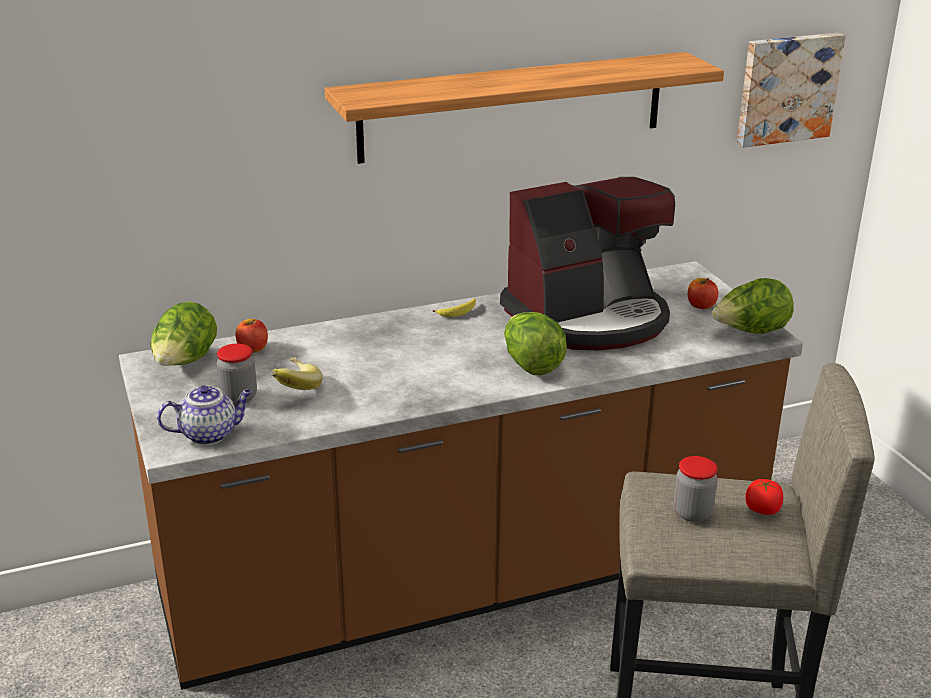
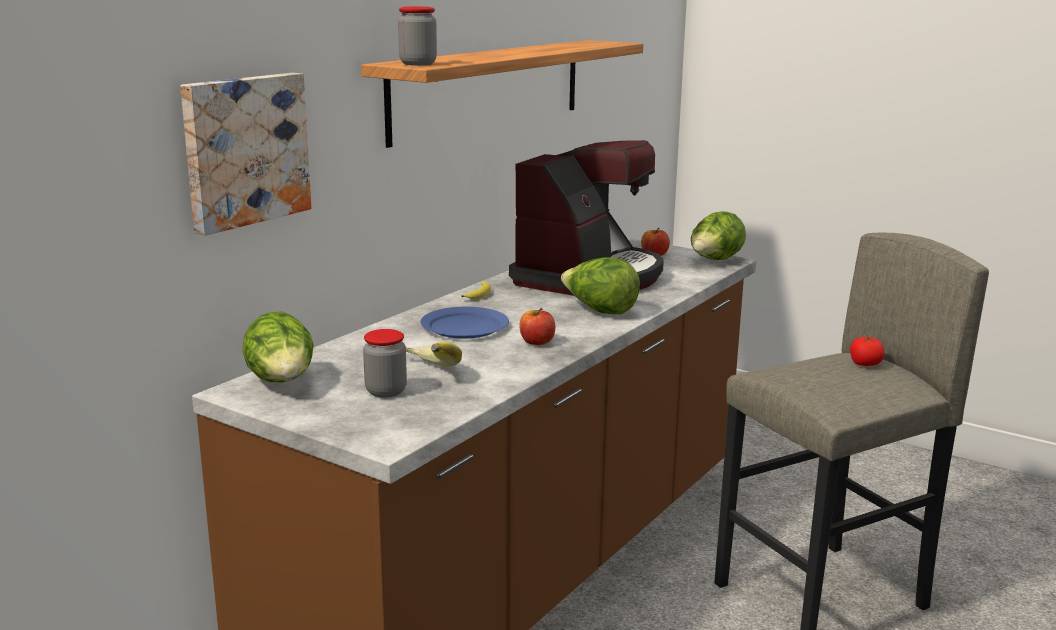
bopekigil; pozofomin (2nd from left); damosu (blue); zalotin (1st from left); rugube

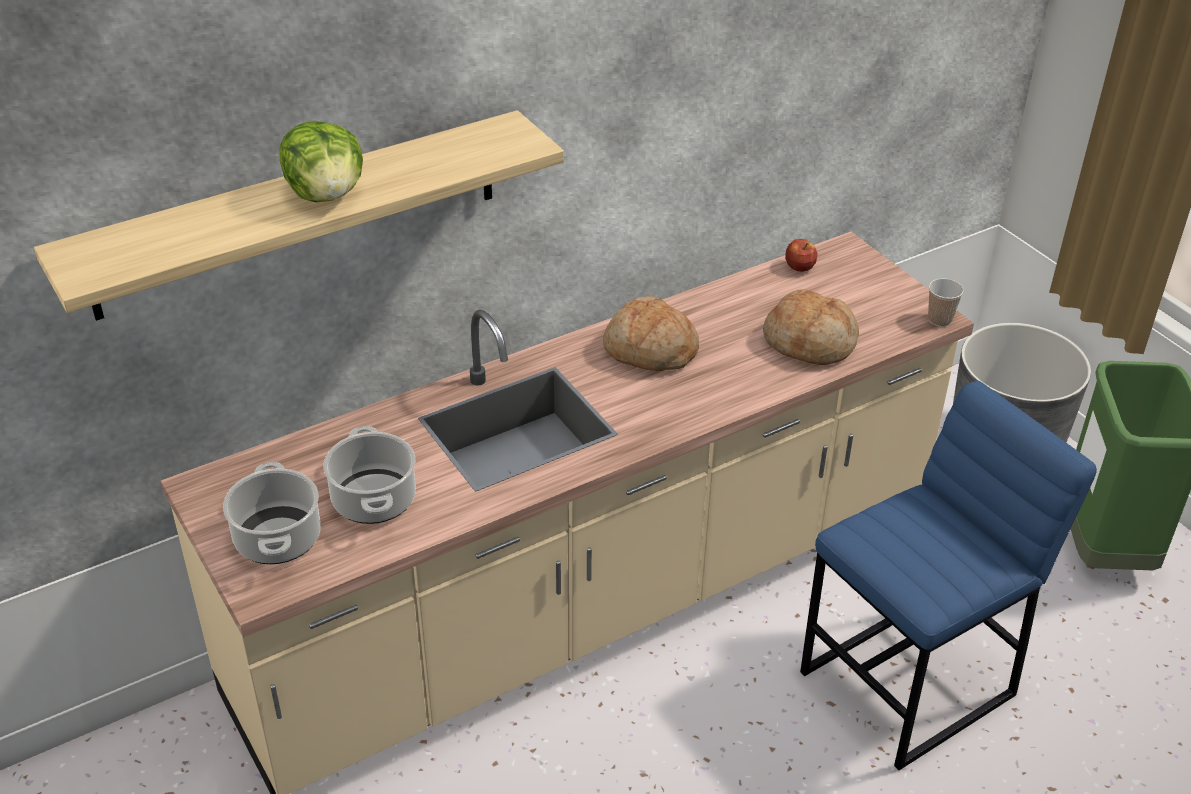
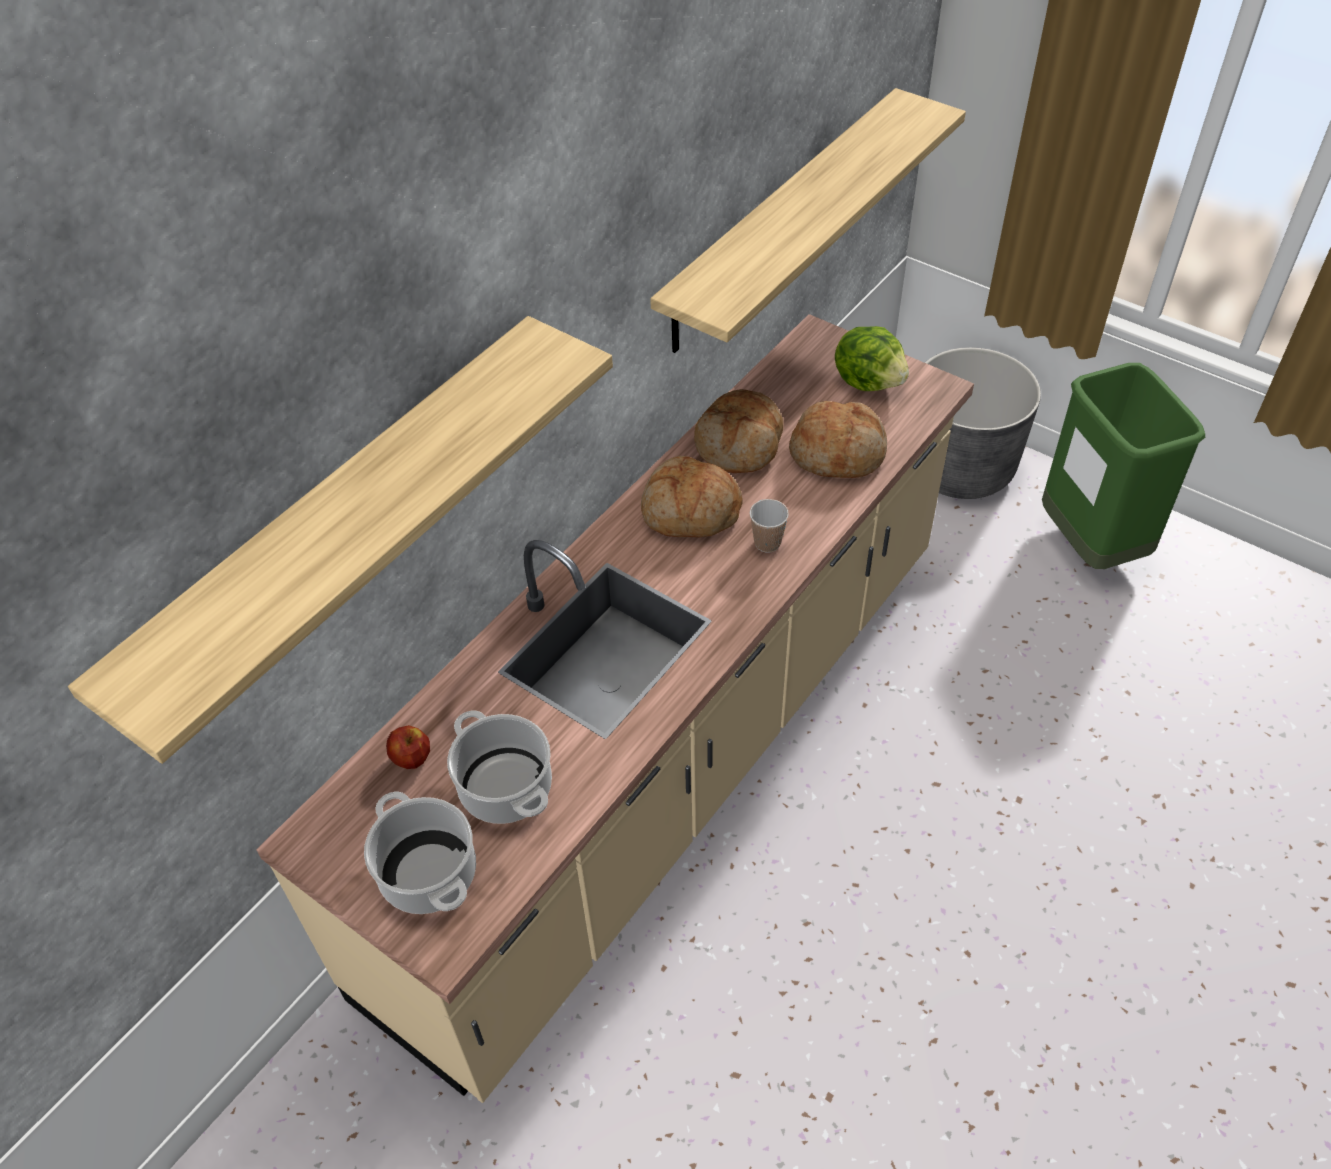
zalotin; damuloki (2nd from left); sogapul (2nd from left); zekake; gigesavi; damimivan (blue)

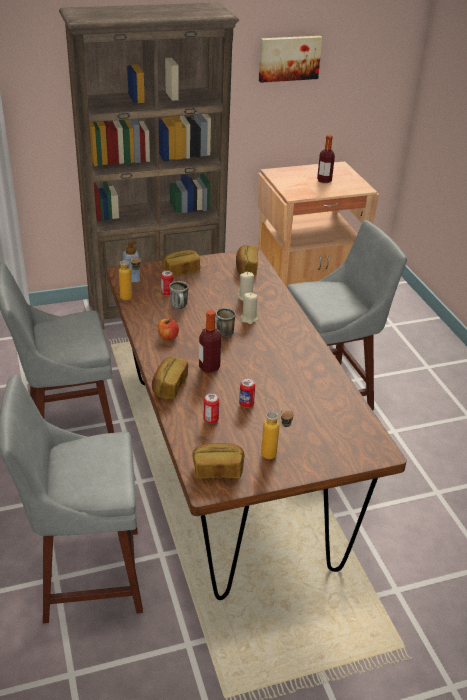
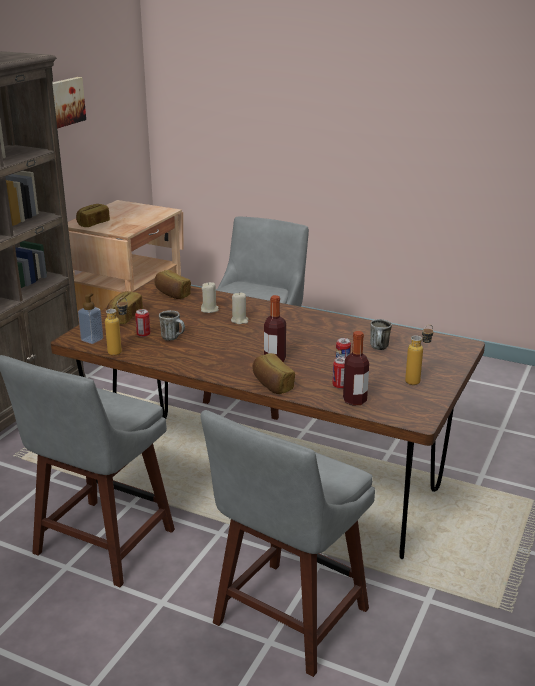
sogapul (1st from left); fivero (3rd from left); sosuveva (2nd from left); zalotin

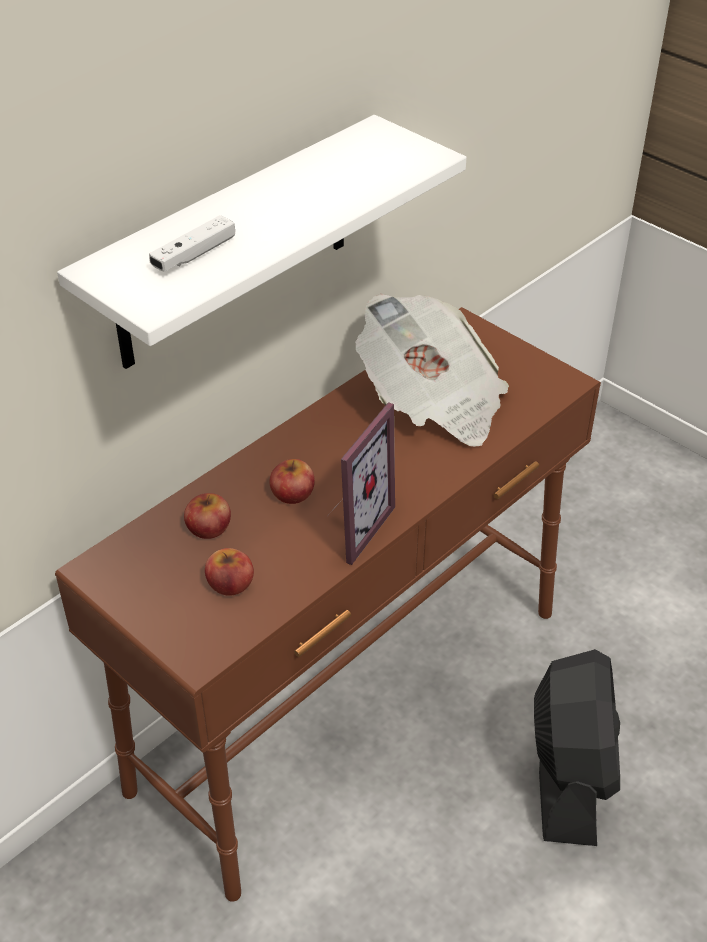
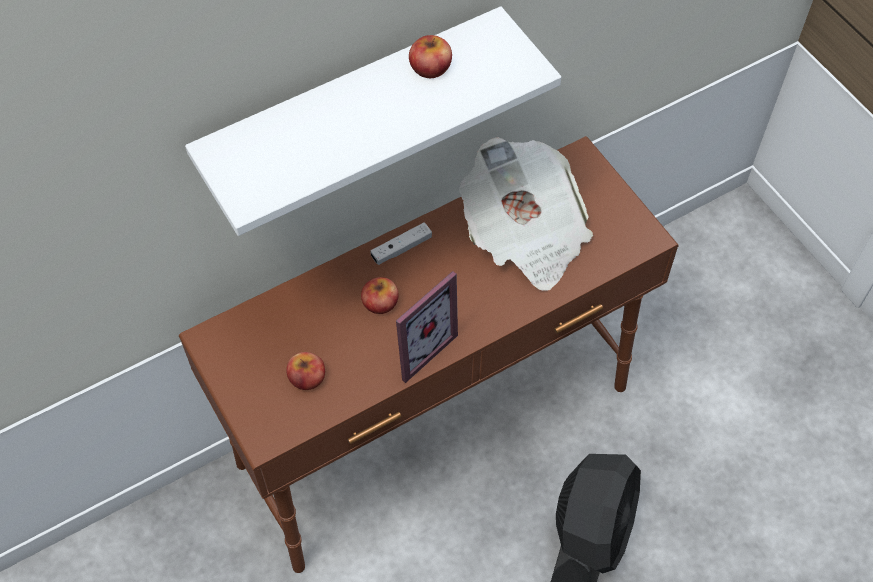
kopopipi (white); zalotin (3rd from left)

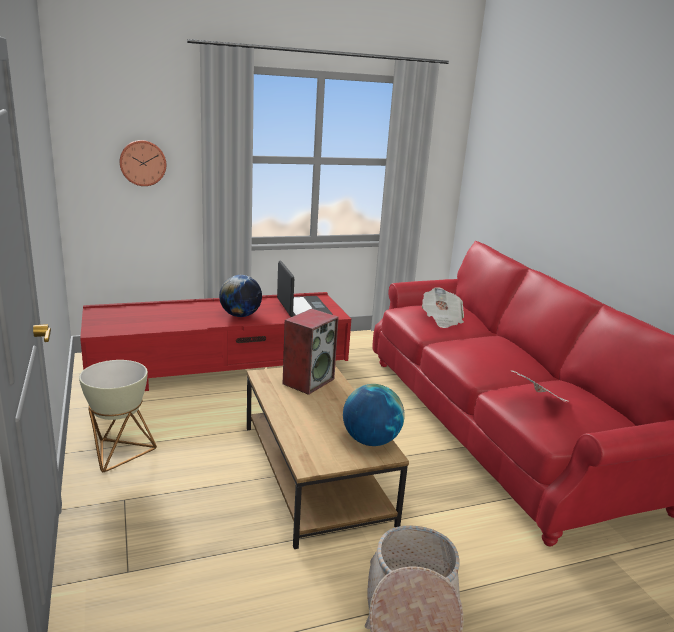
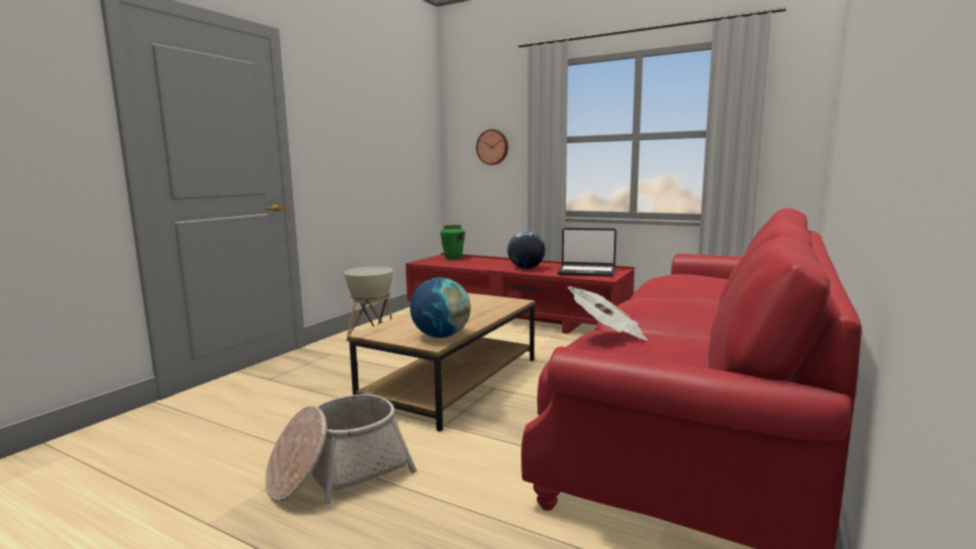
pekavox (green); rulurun; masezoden; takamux (1st from left in the first image)

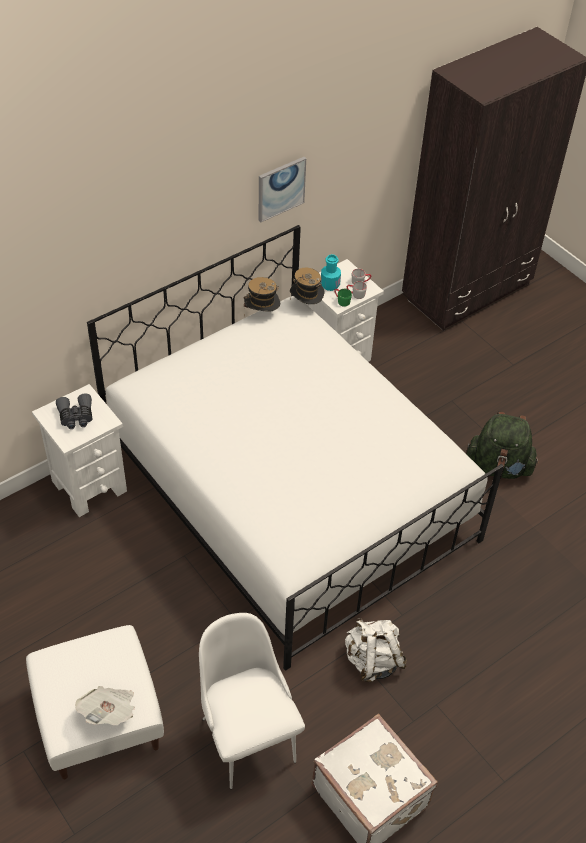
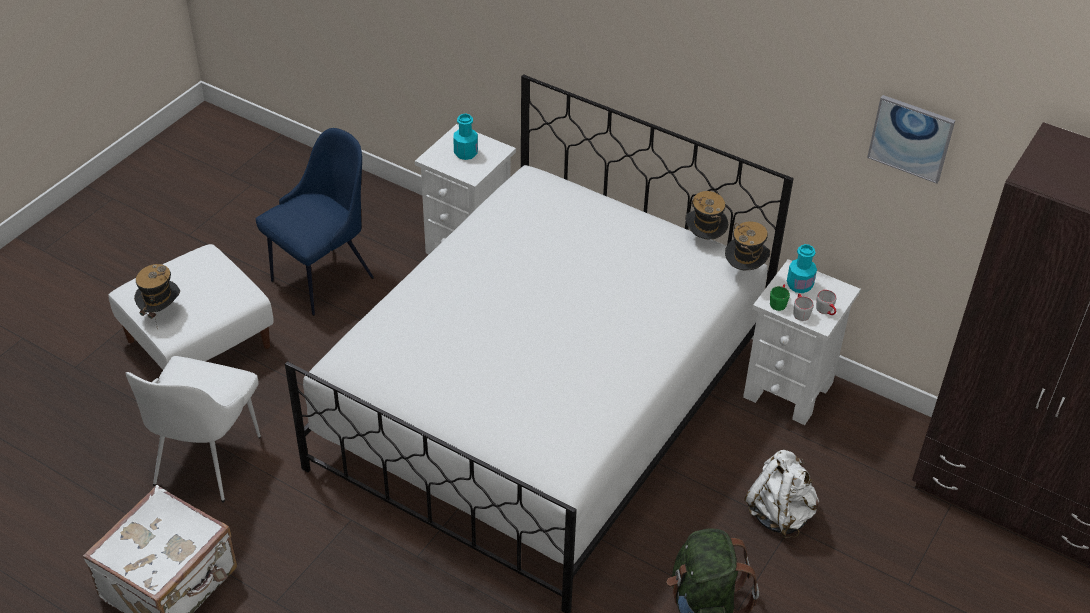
damimivan (white); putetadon (1st from left); damimivan (blue); fivero (turquoise) (1st from left); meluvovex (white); bopekigil

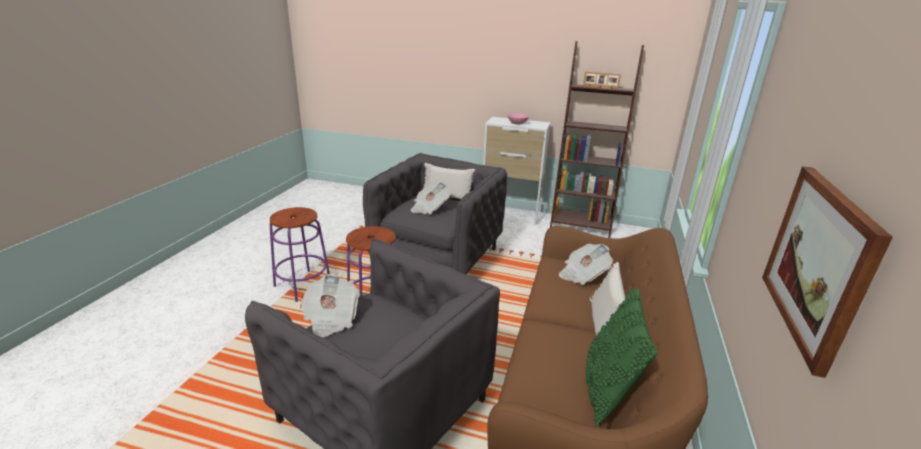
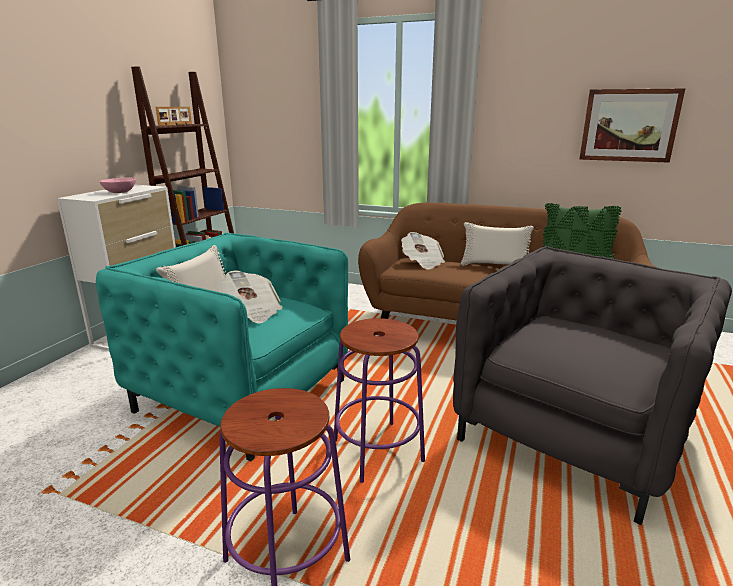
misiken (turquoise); takamux (1st from left in the first image)

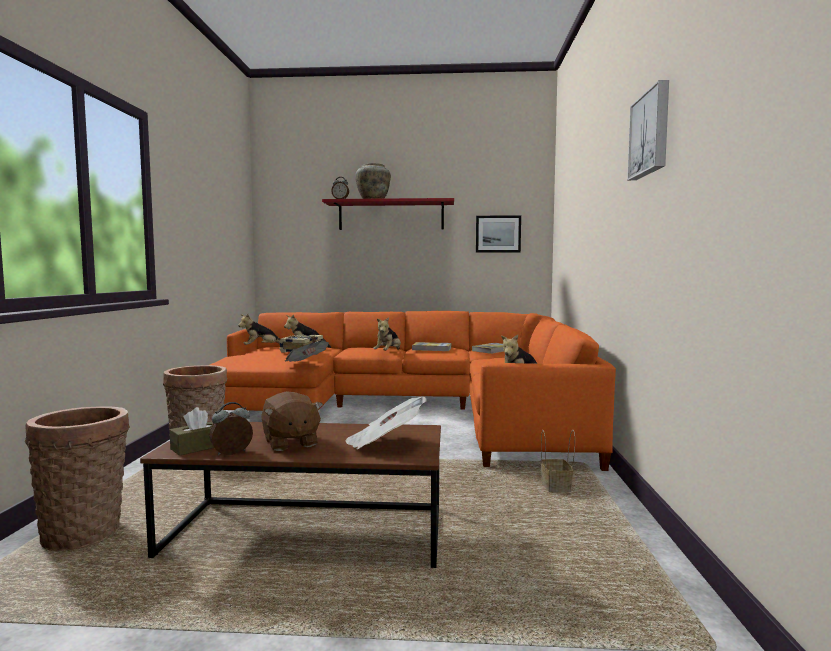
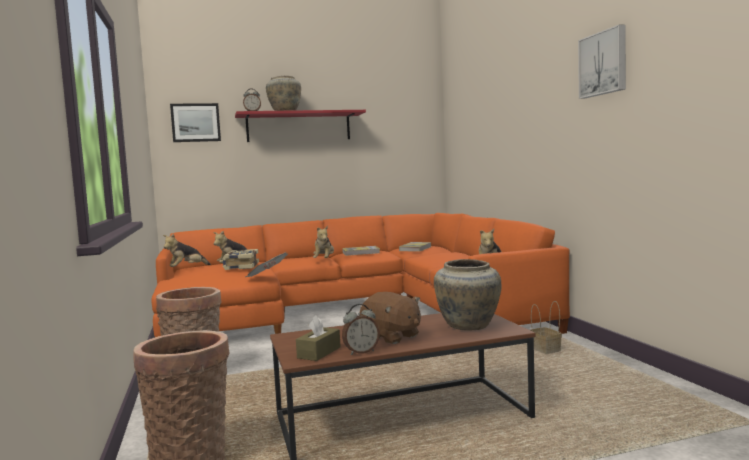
bopekigil (1st from left); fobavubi (2nd from left); pekavox (beige) (2nd from left)

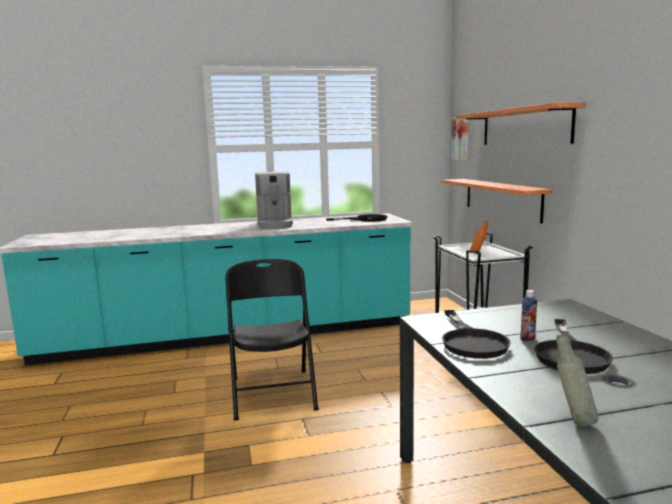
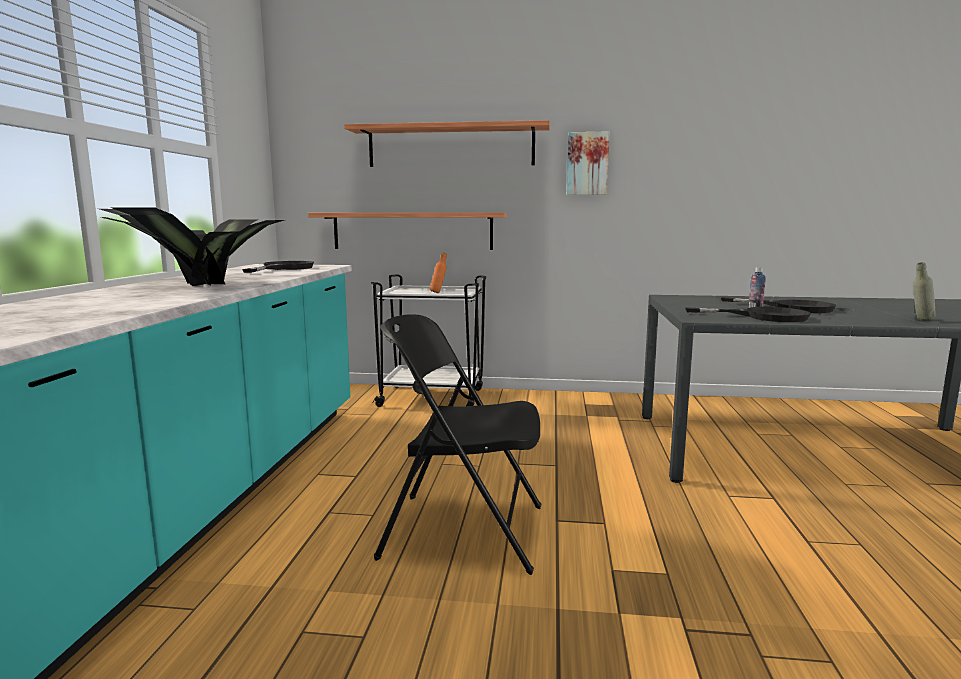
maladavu; bopekigil

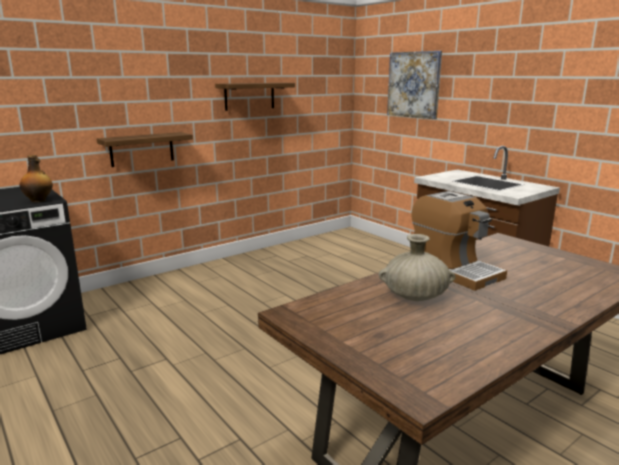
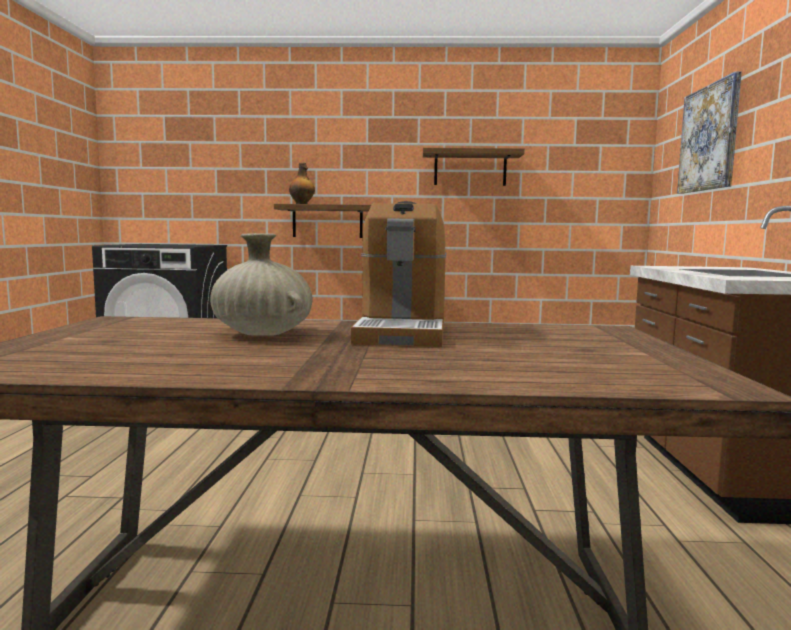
fivero

